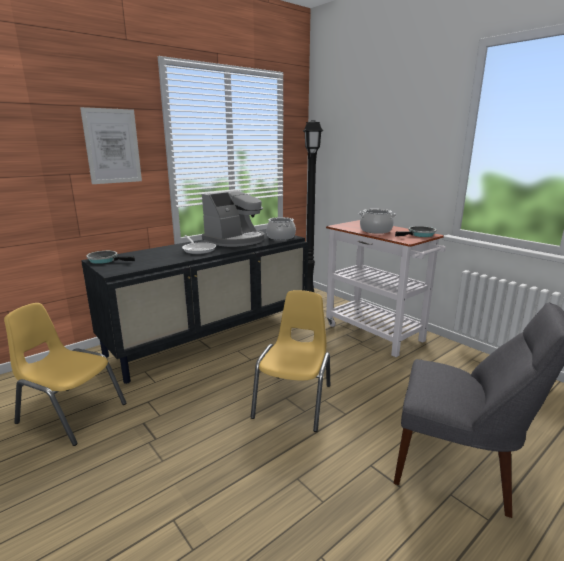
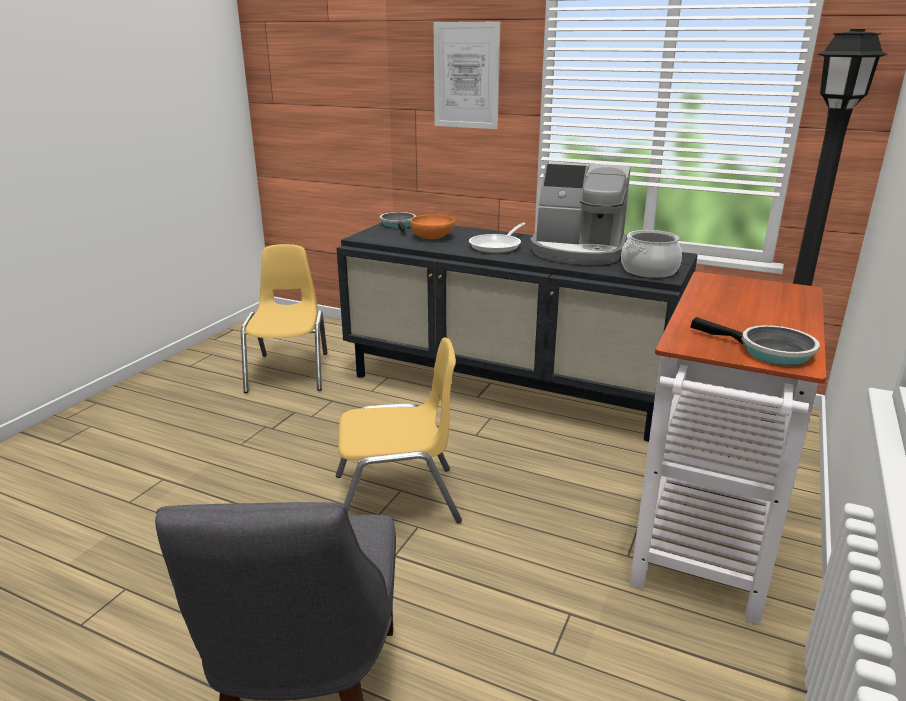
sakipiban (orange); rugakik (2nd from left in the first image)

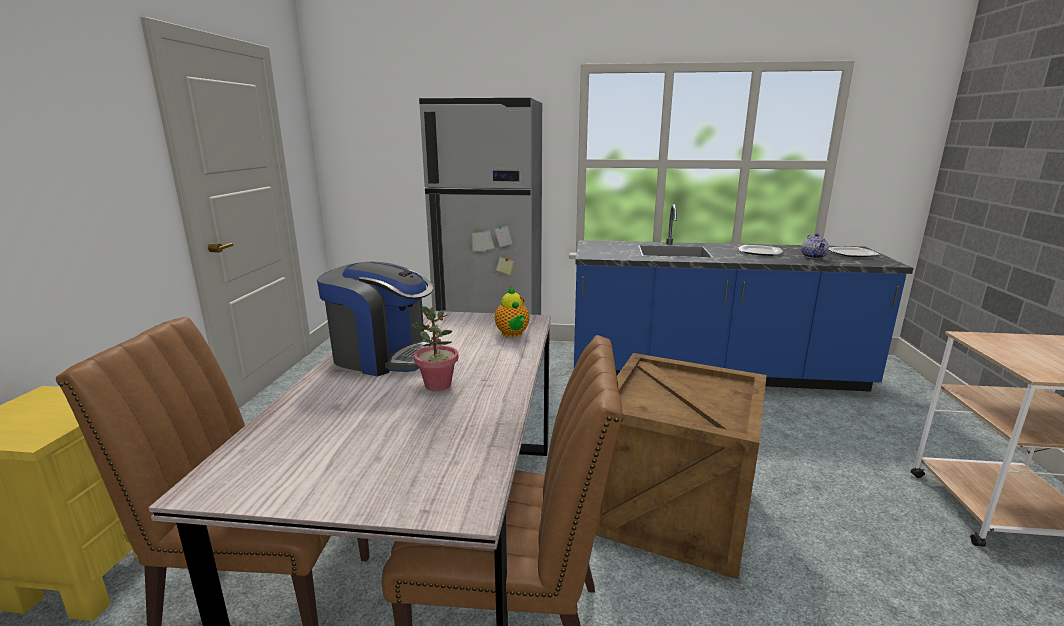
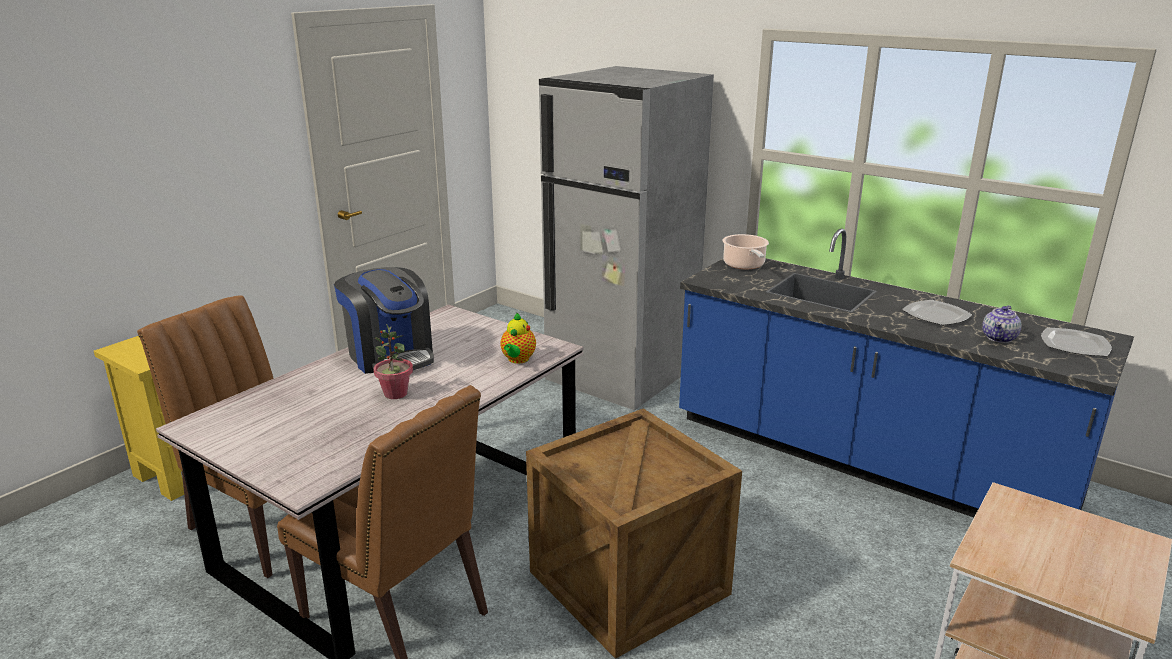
rugakik

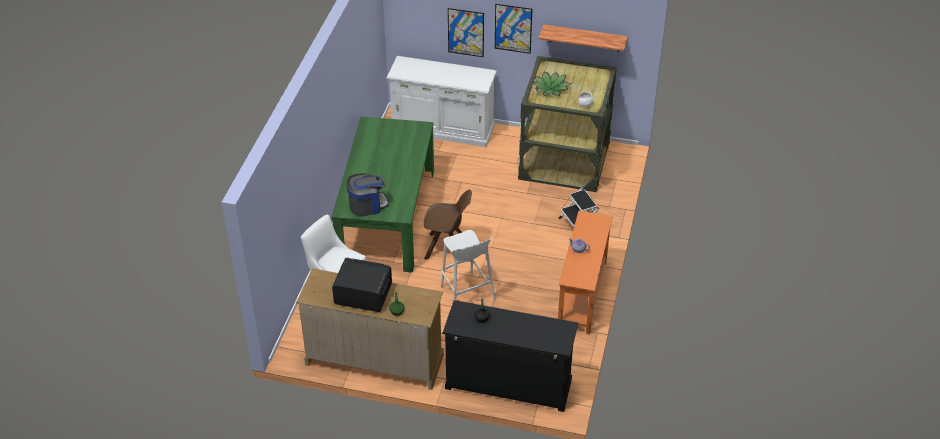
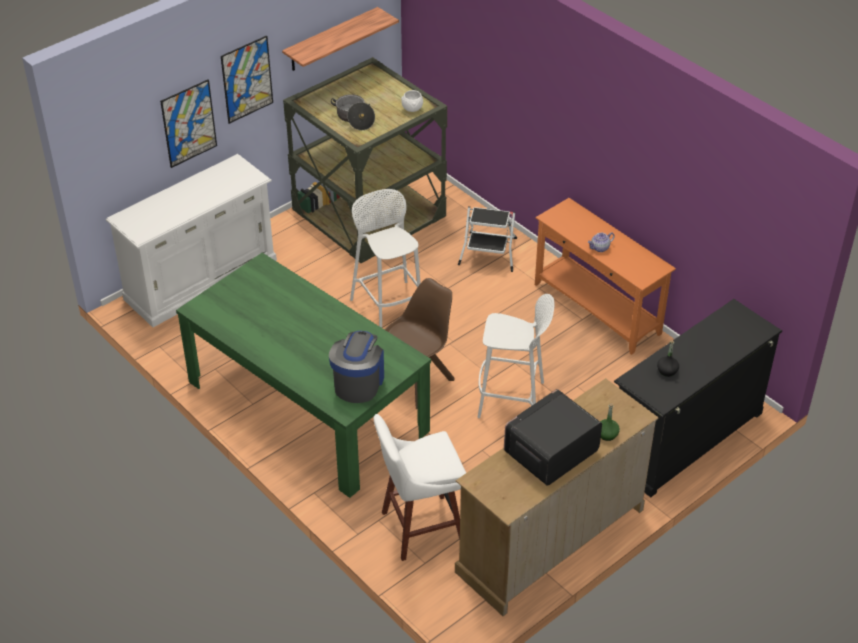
rugakik; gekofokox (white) (1st from left)

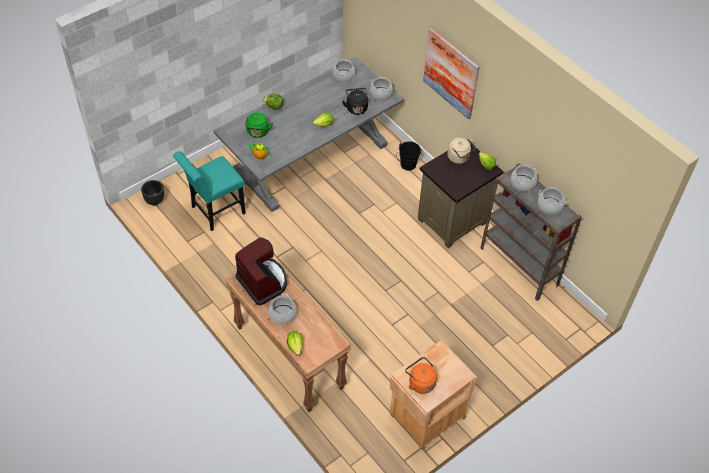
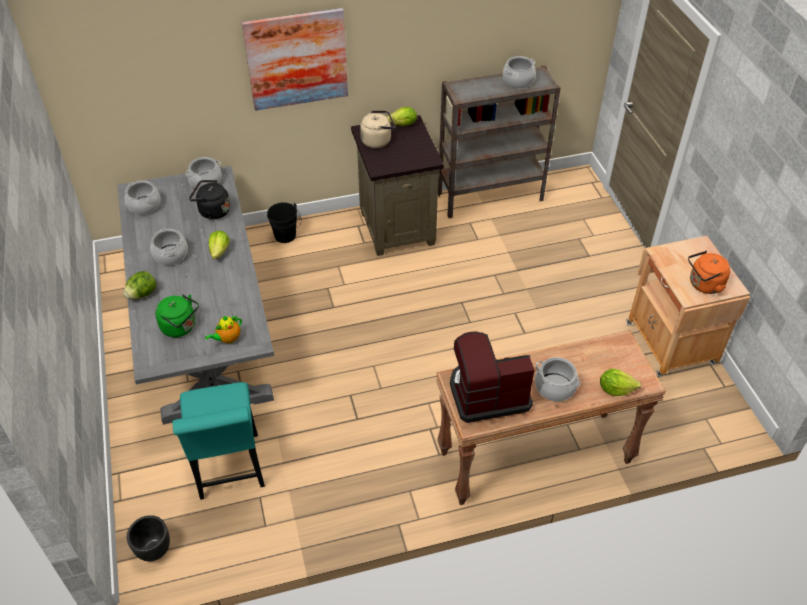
rugakik (2nd from left)

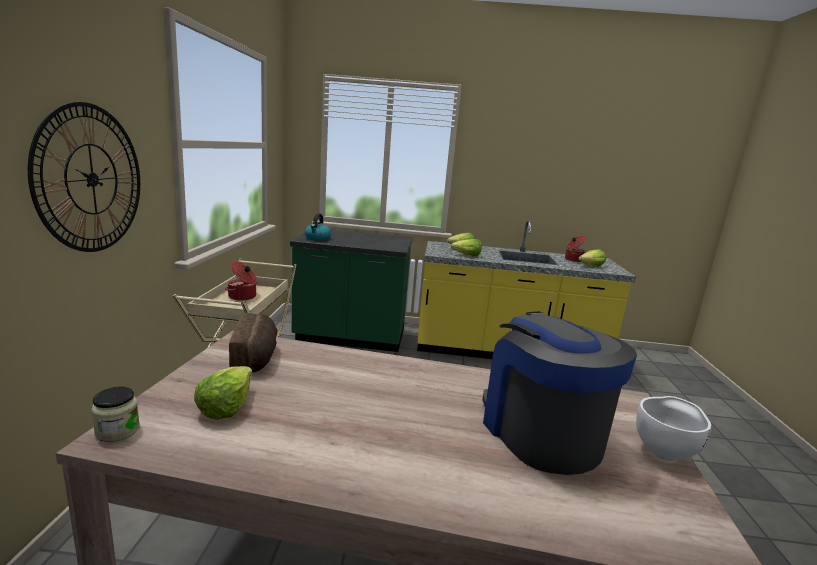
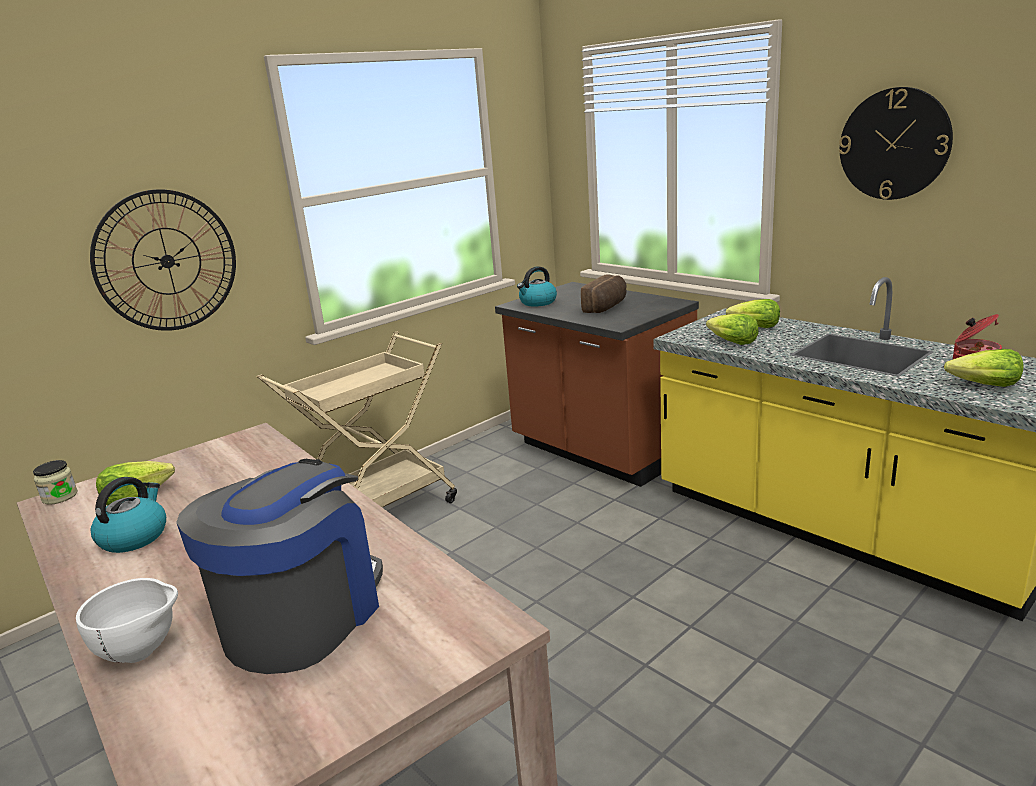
sakipiban (white); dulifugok (1st from left); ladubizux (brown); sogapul; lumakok (2nd from left); rugakik (1st from left in the first image)

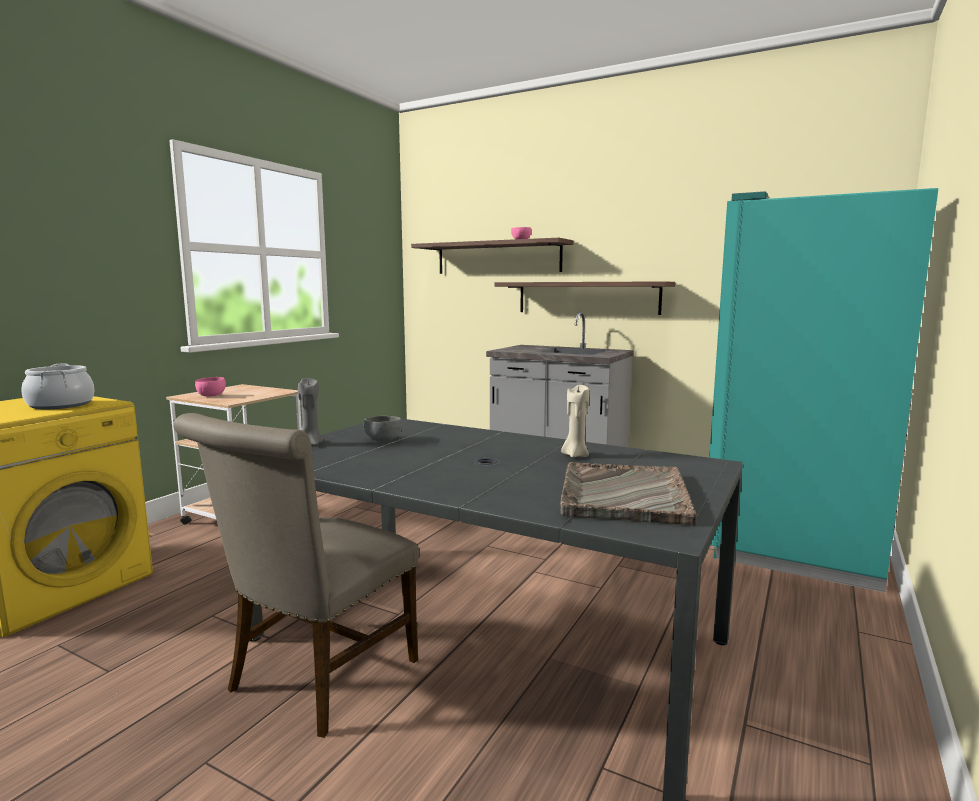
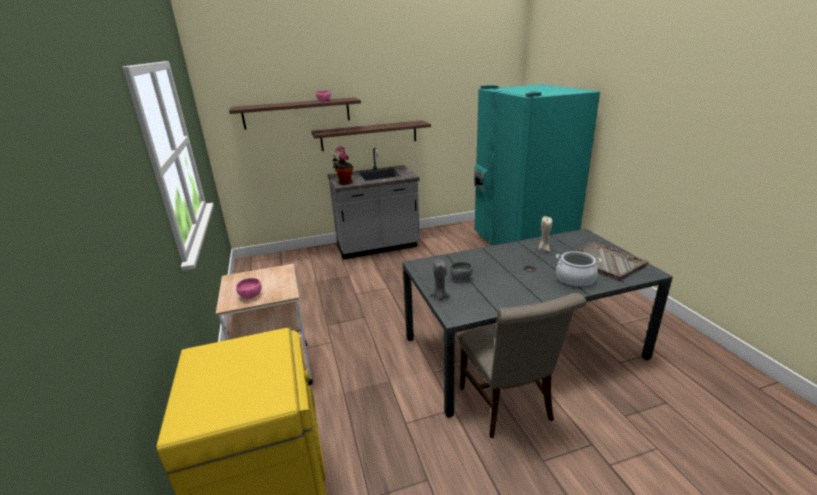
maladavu; rugakik

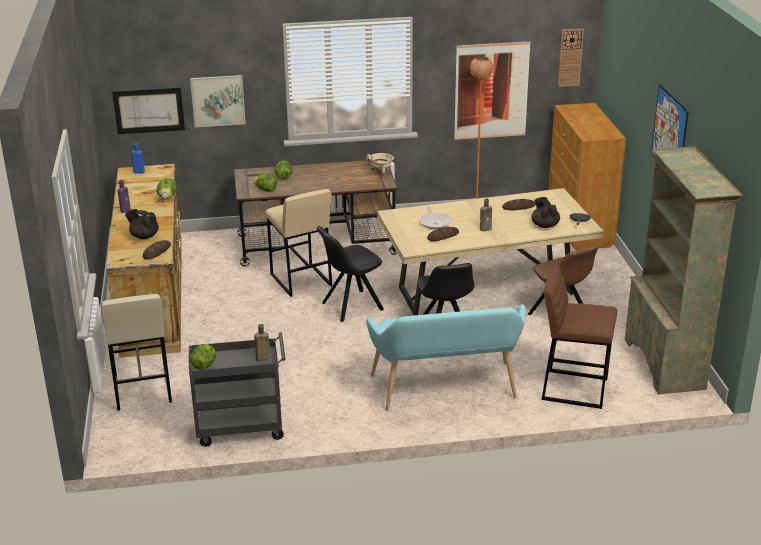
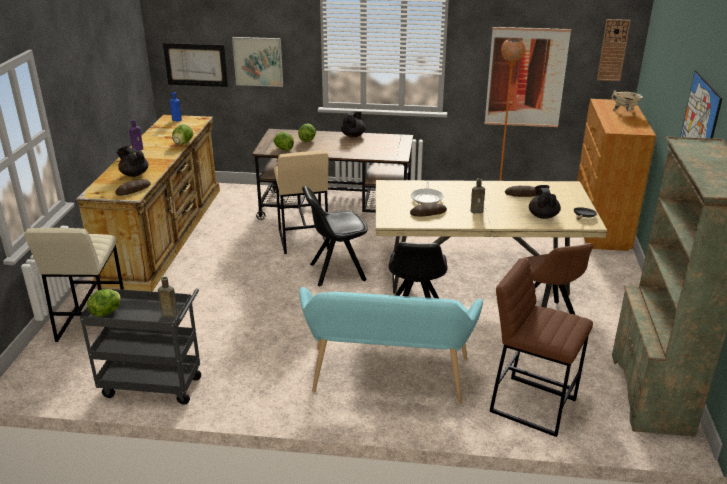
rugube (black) (2nd from left); rugakik (beige)

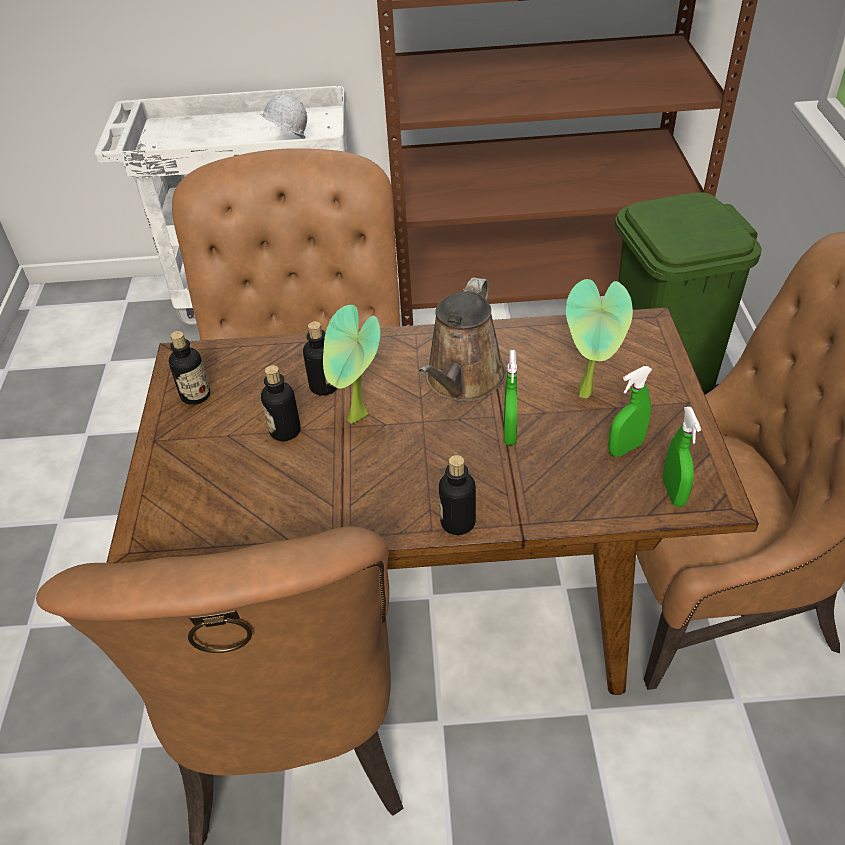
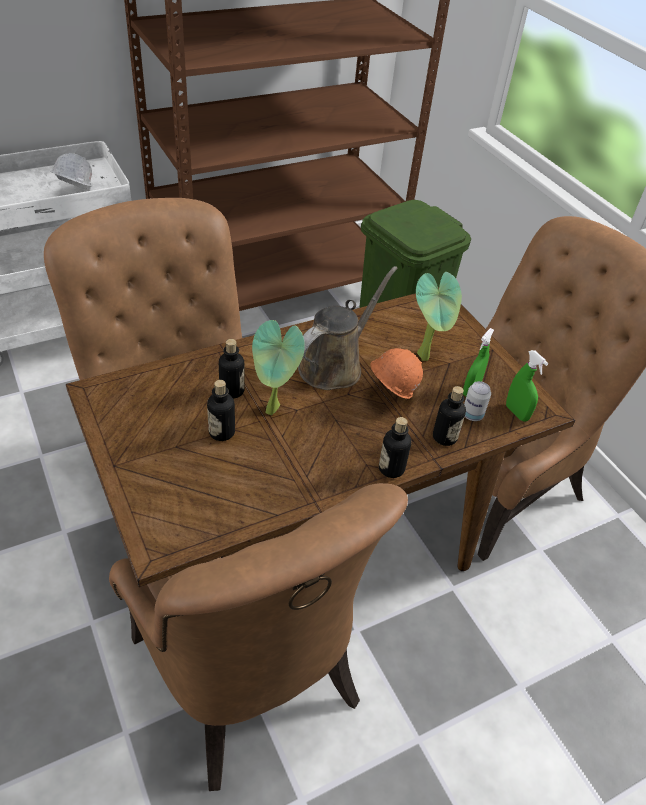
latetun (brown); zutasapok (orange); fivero (4th from left); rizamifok

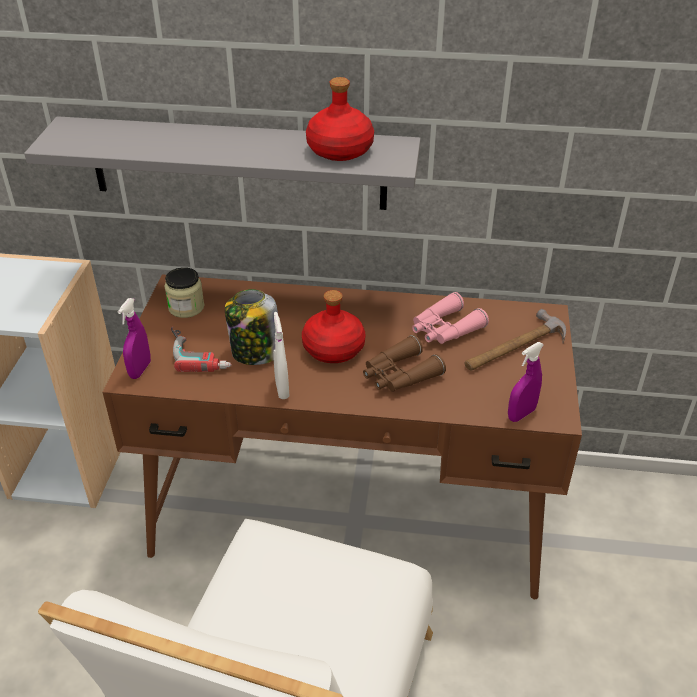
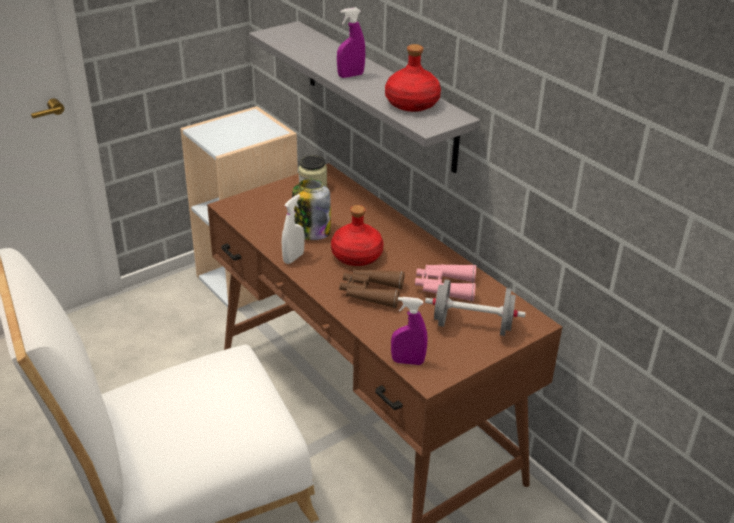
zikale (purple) (1st from left); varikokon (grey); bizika

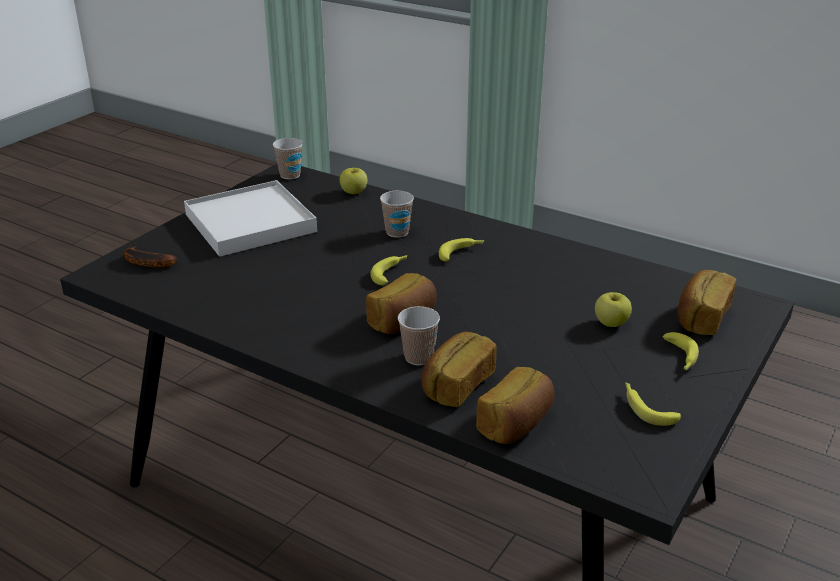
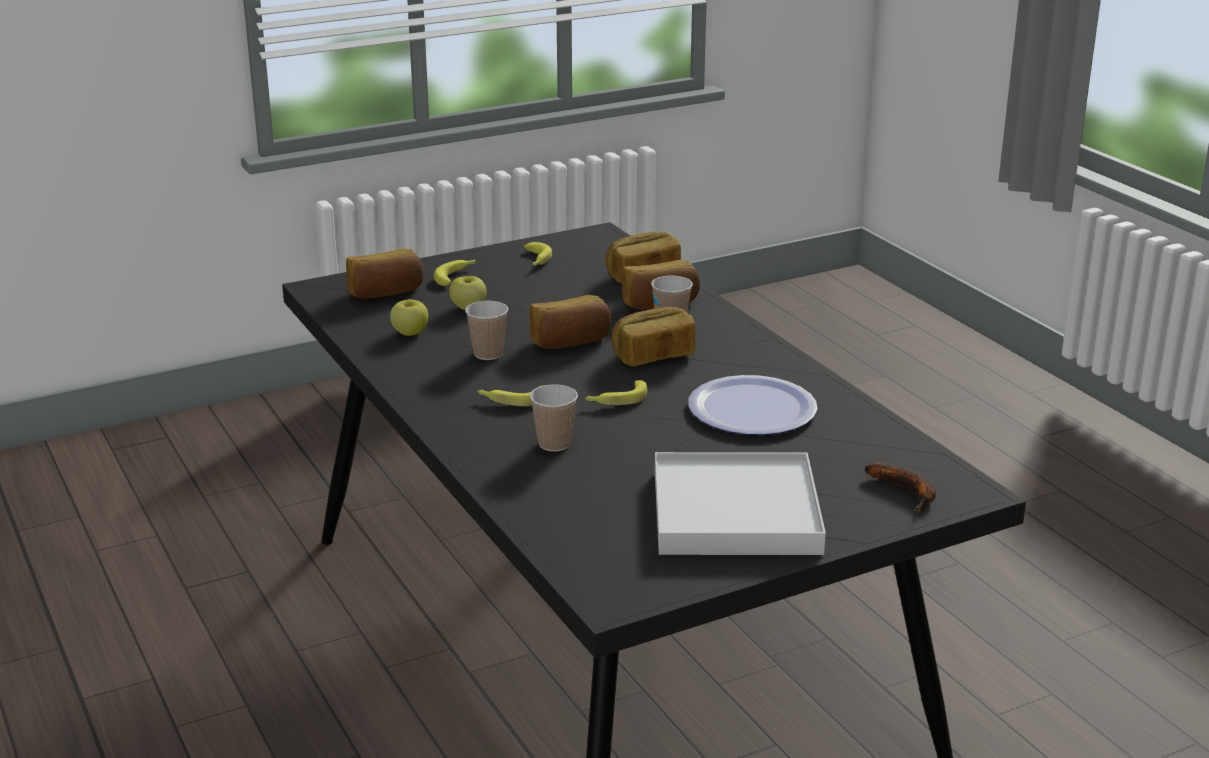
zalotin (1st from left); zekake (1st from left); sogapul (2nd from left); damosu

